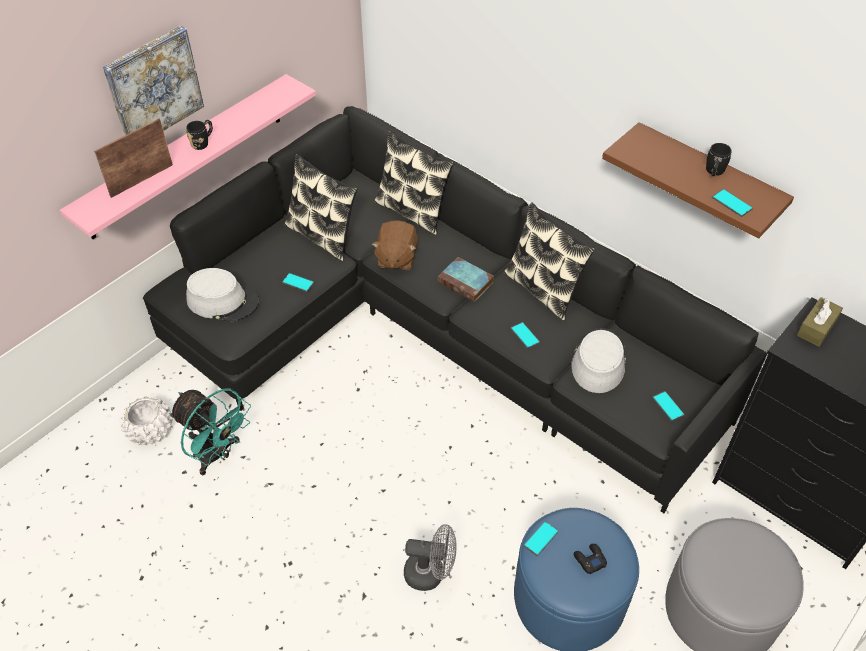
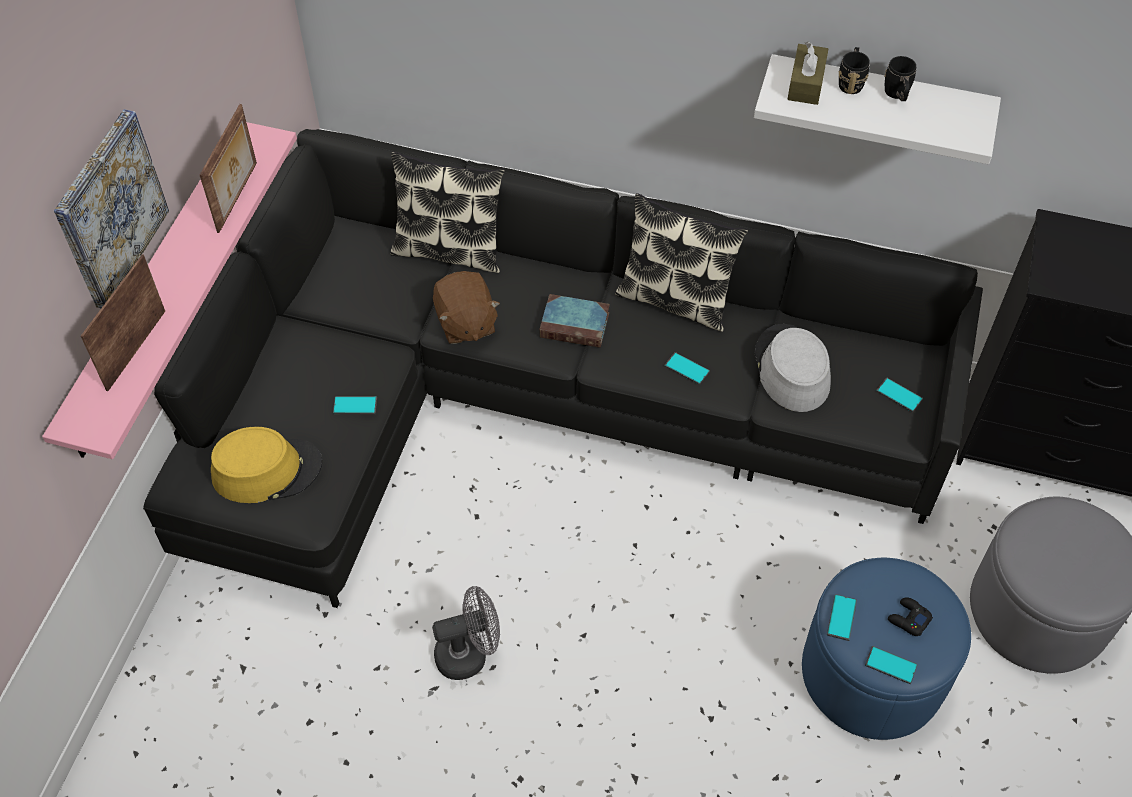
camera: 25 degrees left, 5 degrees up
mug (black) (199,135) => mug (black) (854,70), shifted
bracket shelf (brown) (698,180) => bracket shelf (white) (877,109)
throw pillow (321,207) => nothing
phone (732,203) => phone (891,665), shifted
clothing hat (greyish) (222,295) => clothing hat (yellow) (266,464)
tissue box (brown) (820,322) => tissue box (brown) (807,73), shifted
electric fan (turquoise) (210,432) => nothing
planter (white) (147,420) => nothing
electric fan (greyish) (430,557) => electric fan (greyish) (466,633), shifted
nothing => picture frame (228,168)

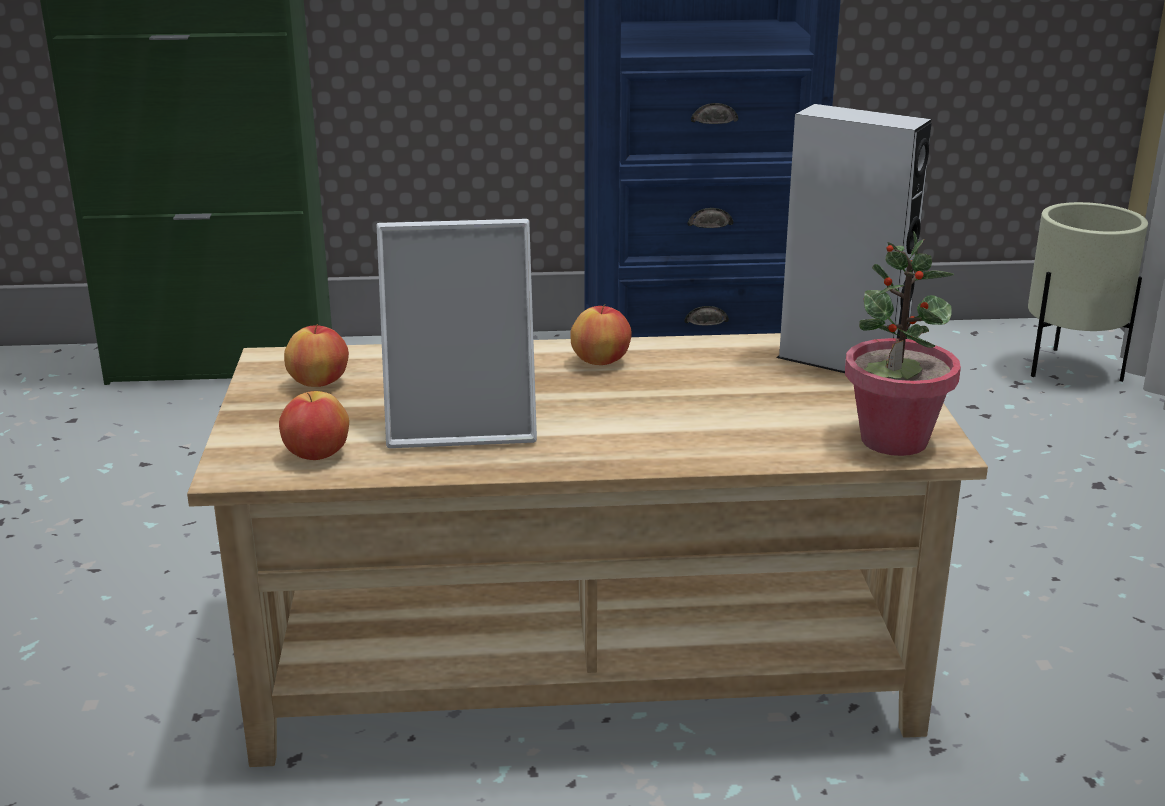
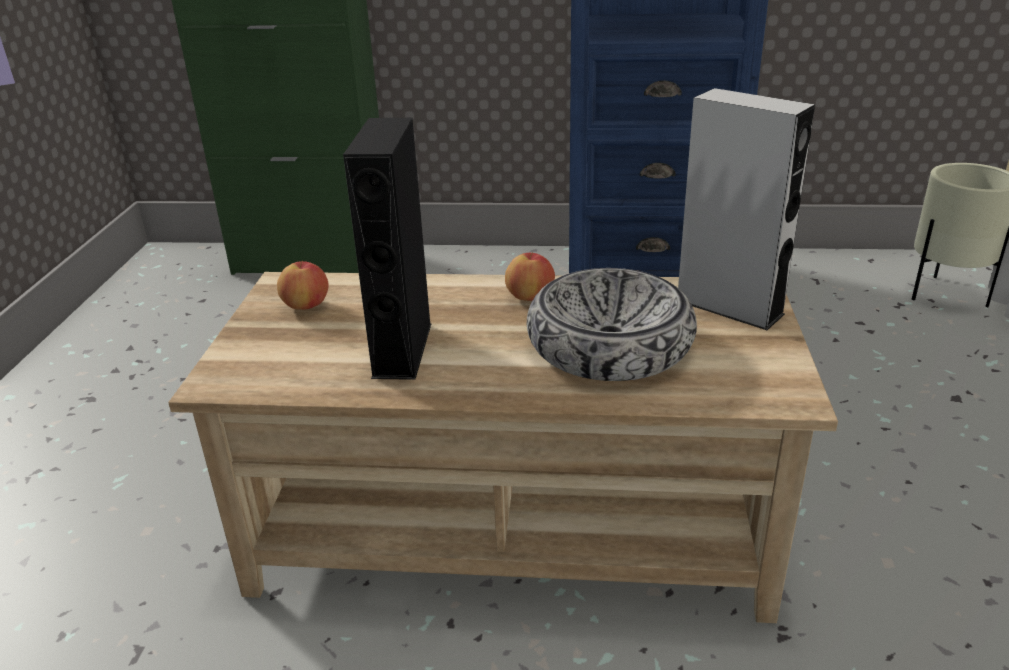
camera: 10 degrees right, 5 degrees up
picture frame (457,333) => loudspeaker (black) (387,249)
plant in a pot (903,343) => nothing
apple fruit (314,425) => nothing
nothing => deep dish (612,324)

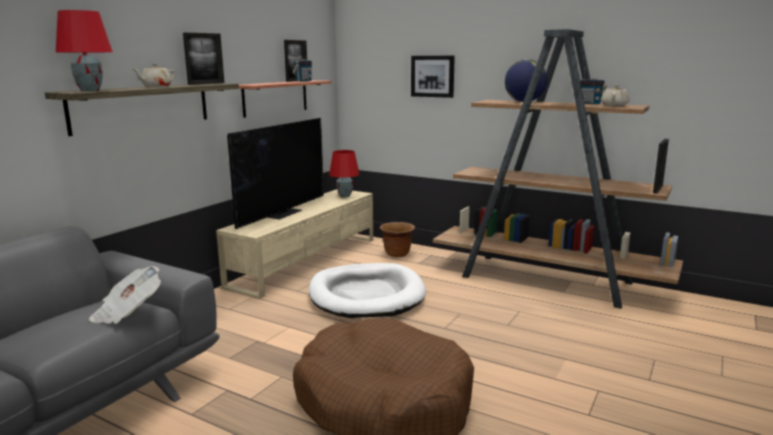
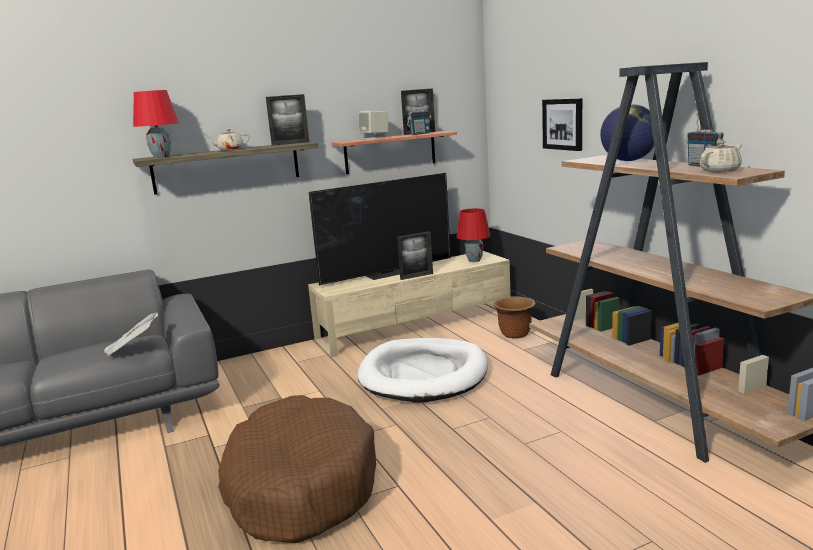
camera: 35 degrees right, 0 degrees up
picture frame (661,166) => picture frame (415,256), shifted
nothing => loudspeaker (sand-coloured) (373,125)

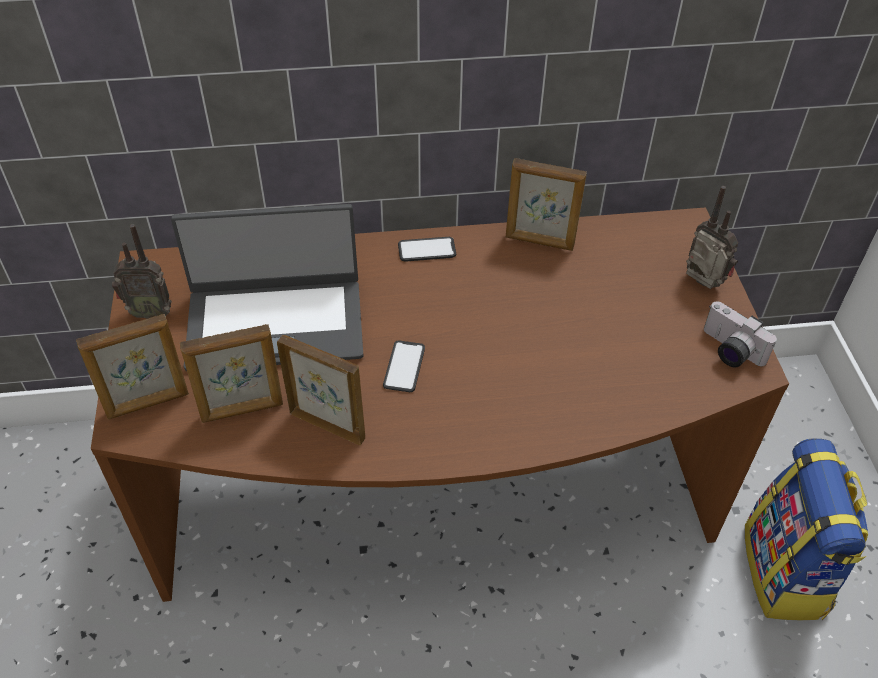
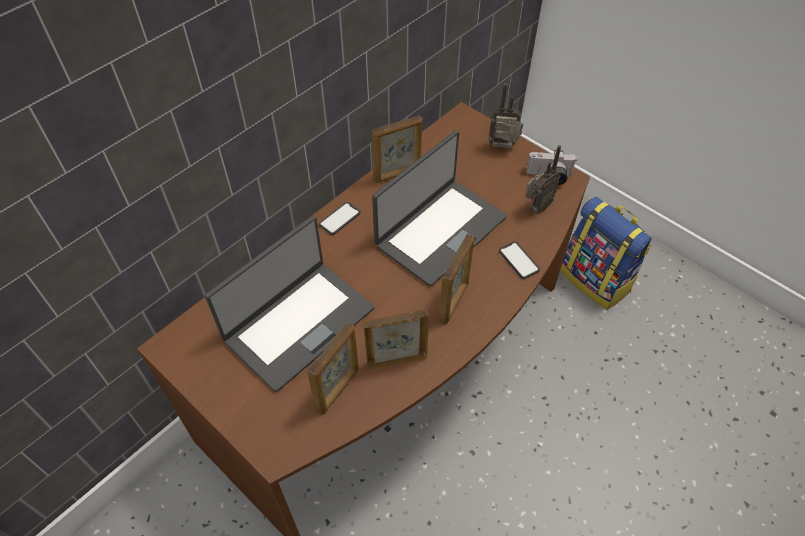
camera: 40 degrees left, 5 degrees up
radio receiver (142,271) => radio receiver (543,179), shifted
picture frame (132,366) => picture frame (456,279), shifted
phone (404,366) => phone (519,260), shifted
nothing => notebook computer (439,208)

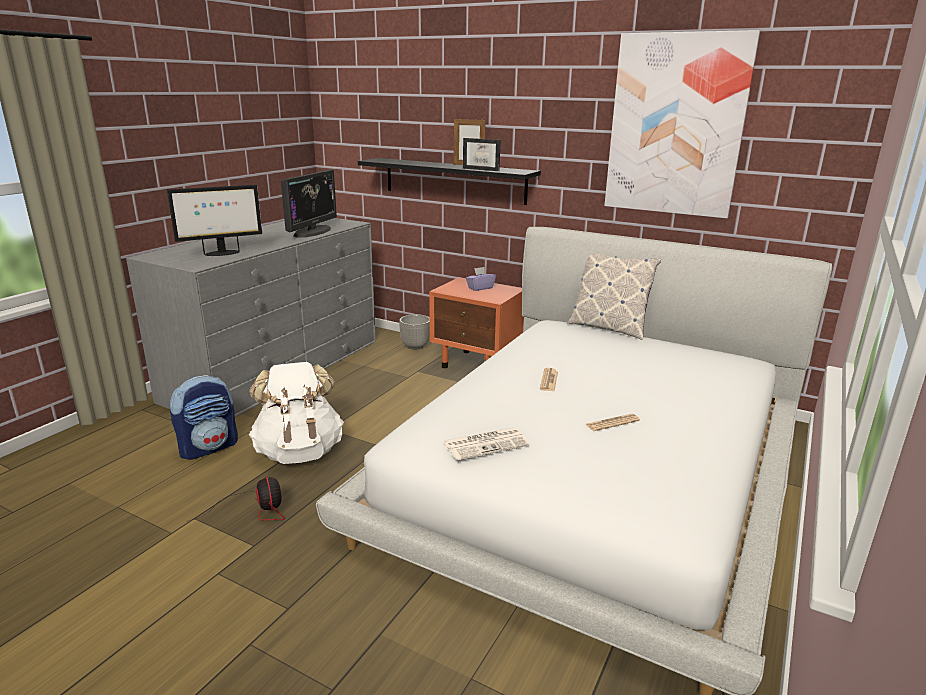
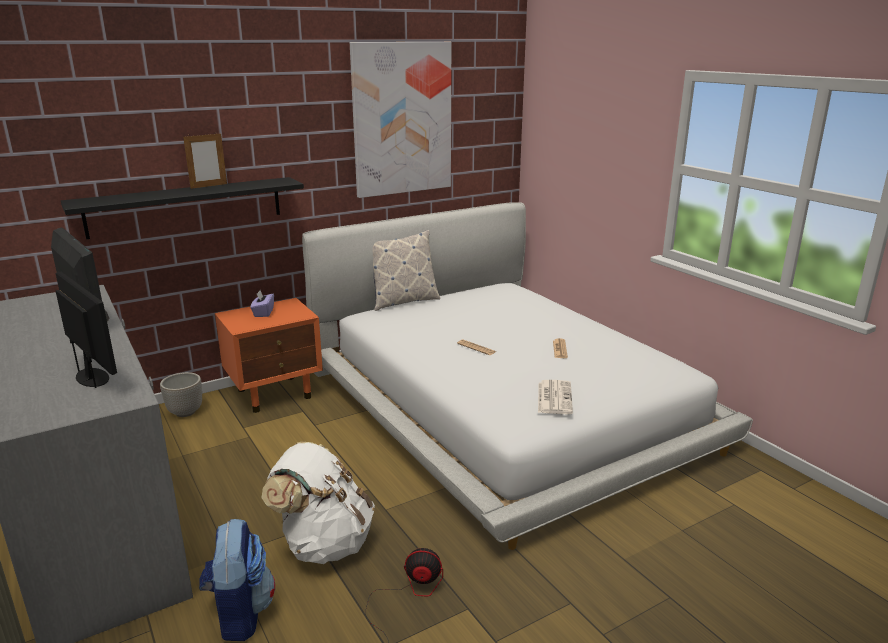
camera: 60 degrees left, 0 degrees up
picture frame (482,154) => nothing
monitor (214,220) => monitor (86,330), 45 degrees counterclockwise

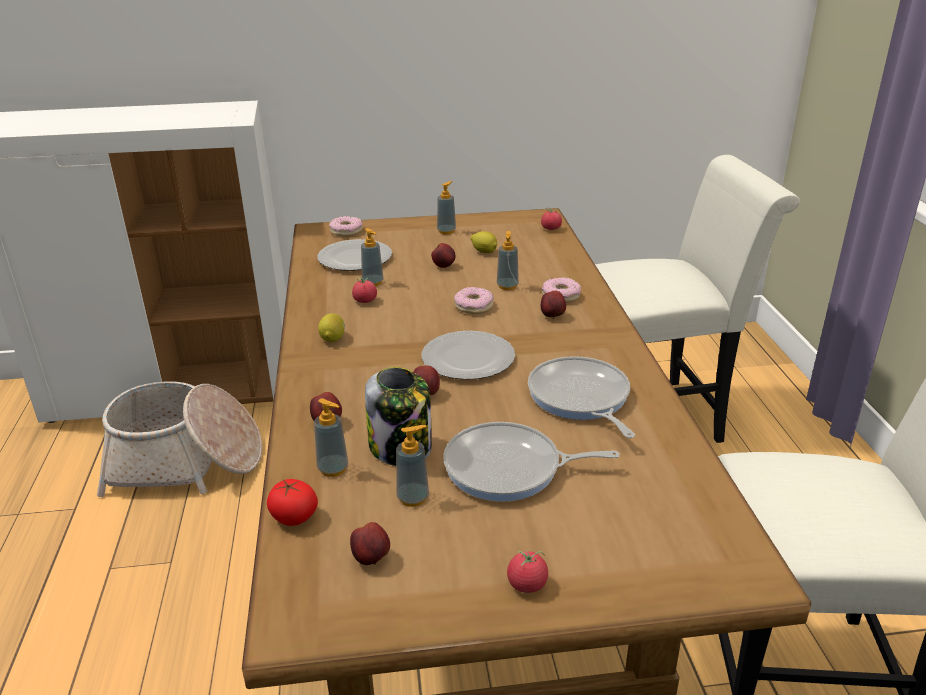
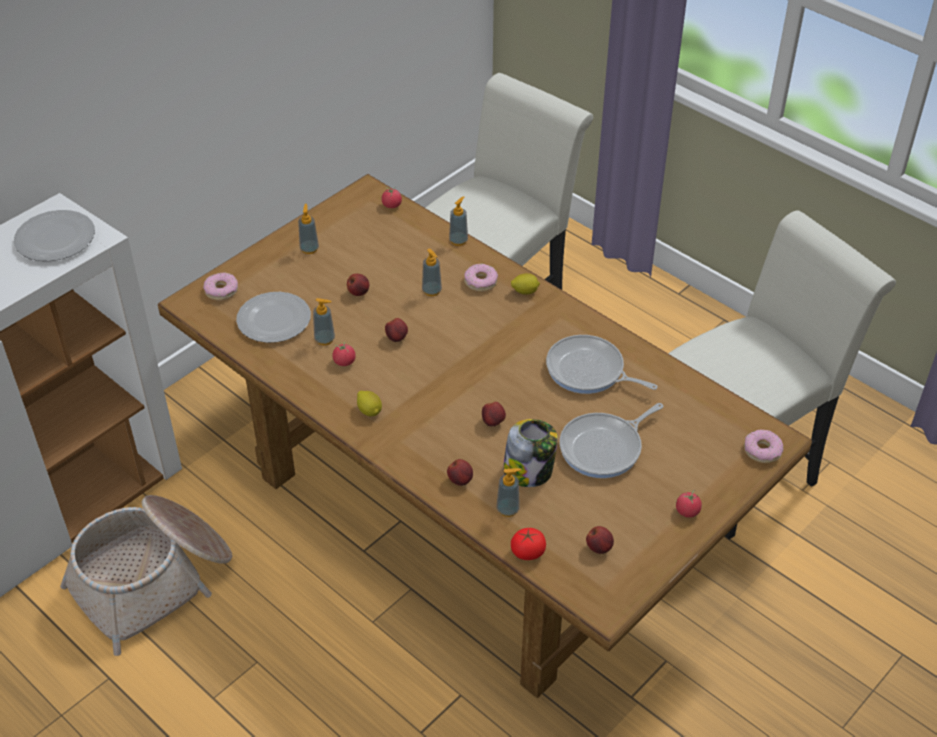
camera: 40 degrees left, 15 degrees up
lemon (484,242) => lemon (525,284), shifted
donut (474,300) => donut (763,446), shifted
apple fruit (553,305) => apple fruit (396,330), shifted
dinner plate (468,355) => dinner plate (54,235), shifted
liquid soap bottle (412,466) => liquid soap bottle (458,221), shifted

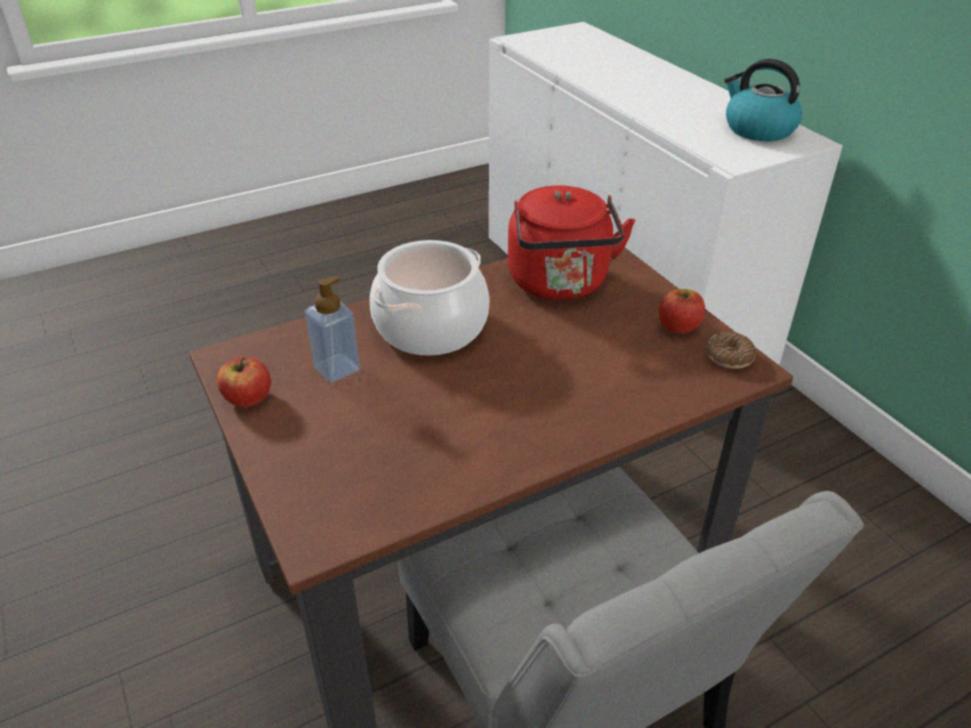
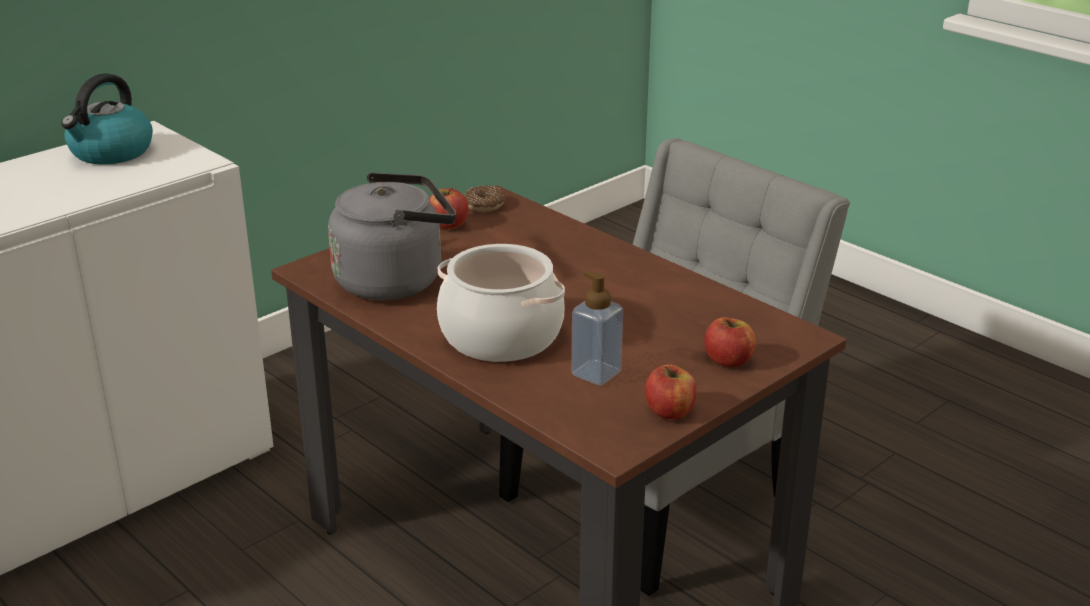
camera: 105 degrees left, 10 degrees down
tea kettle (reddish) (571,242) => tea kettle (greyish) (392,236)
nothing => apple fruit (730,342)

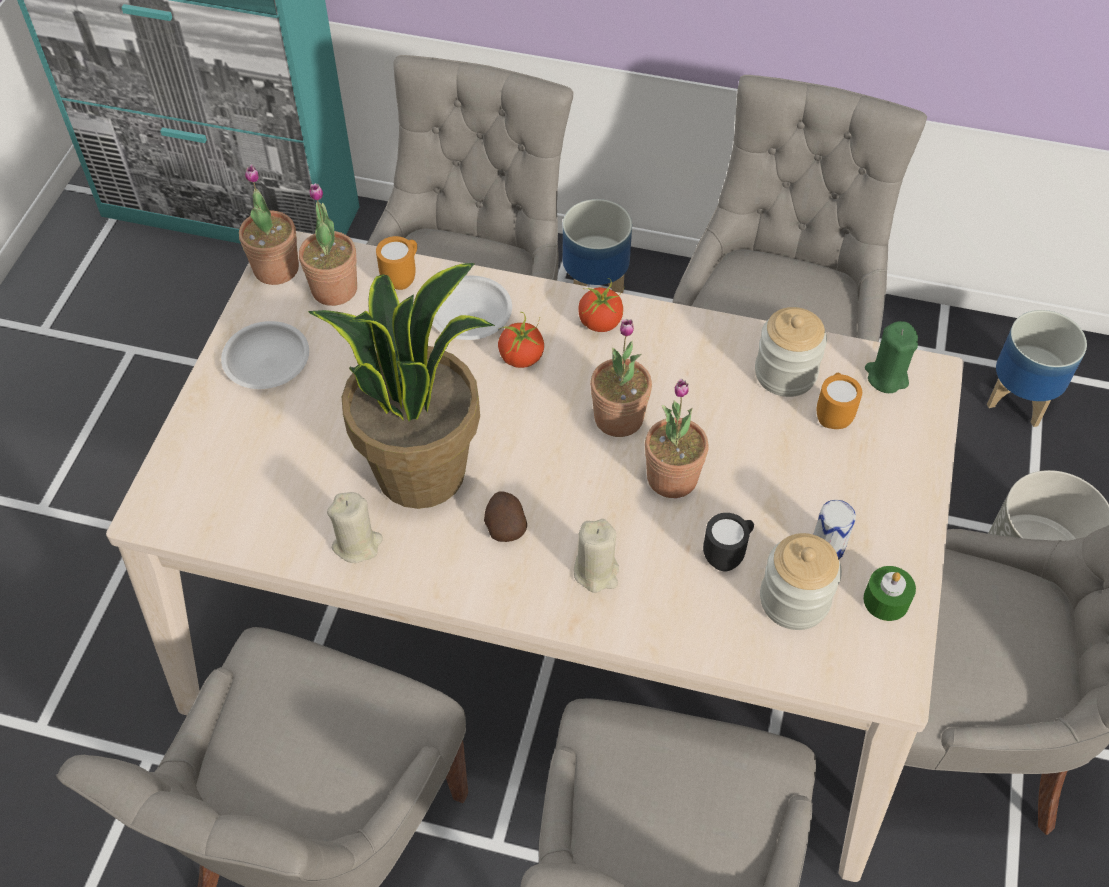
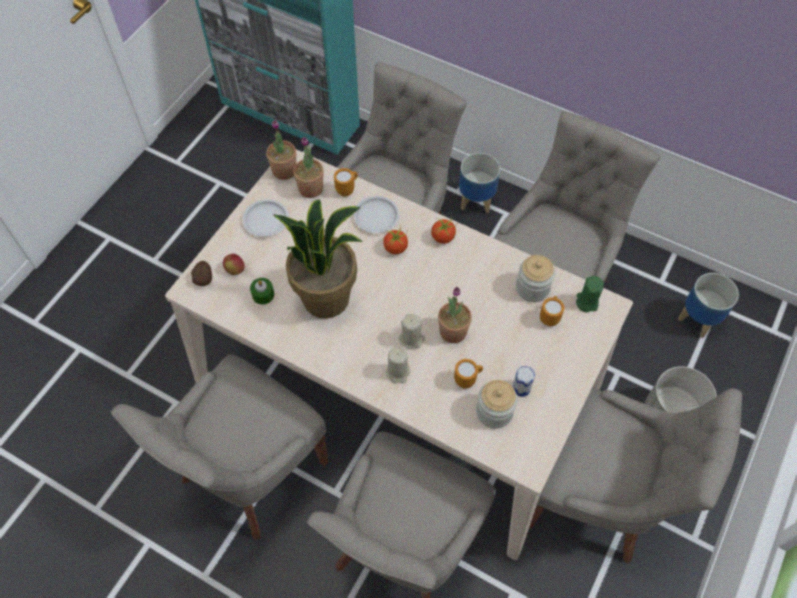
camera: 15 degrees right, 5 degrees up
plant in a pot (621,378) => nothing
potato (505,516) => potato (201,273), shifted
candle (sand-coloured) (355,527) => candle (sand-coloured) (412,331), shifted
mug (black) (728,542) => mug (orangey) (468,374)
candle (green-coloured) (889,593) => candle (green-coloured) (262,291), shifted
nothing => apple fruit (233,264)

